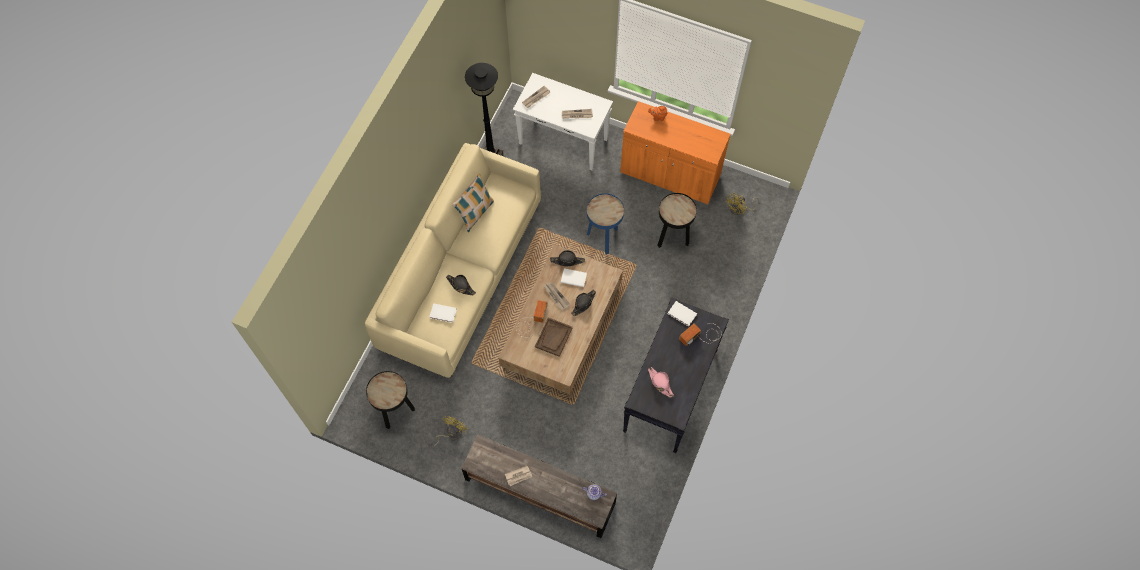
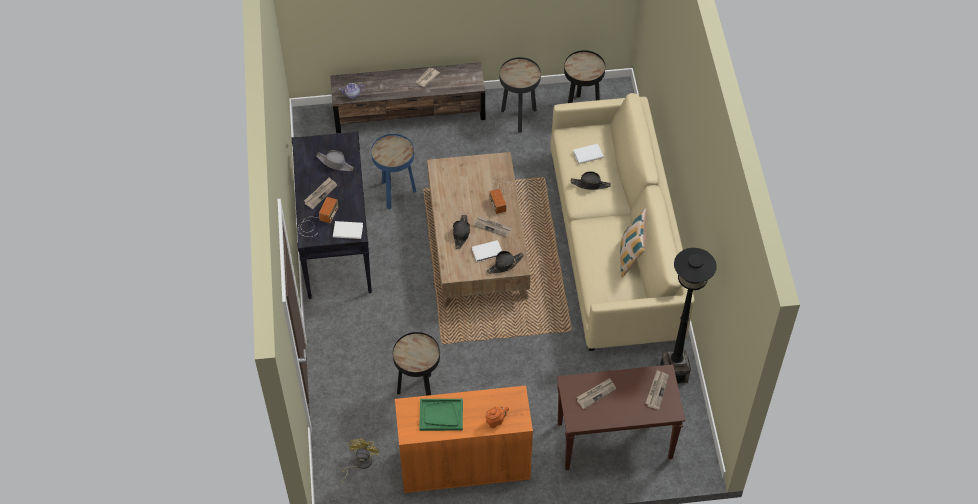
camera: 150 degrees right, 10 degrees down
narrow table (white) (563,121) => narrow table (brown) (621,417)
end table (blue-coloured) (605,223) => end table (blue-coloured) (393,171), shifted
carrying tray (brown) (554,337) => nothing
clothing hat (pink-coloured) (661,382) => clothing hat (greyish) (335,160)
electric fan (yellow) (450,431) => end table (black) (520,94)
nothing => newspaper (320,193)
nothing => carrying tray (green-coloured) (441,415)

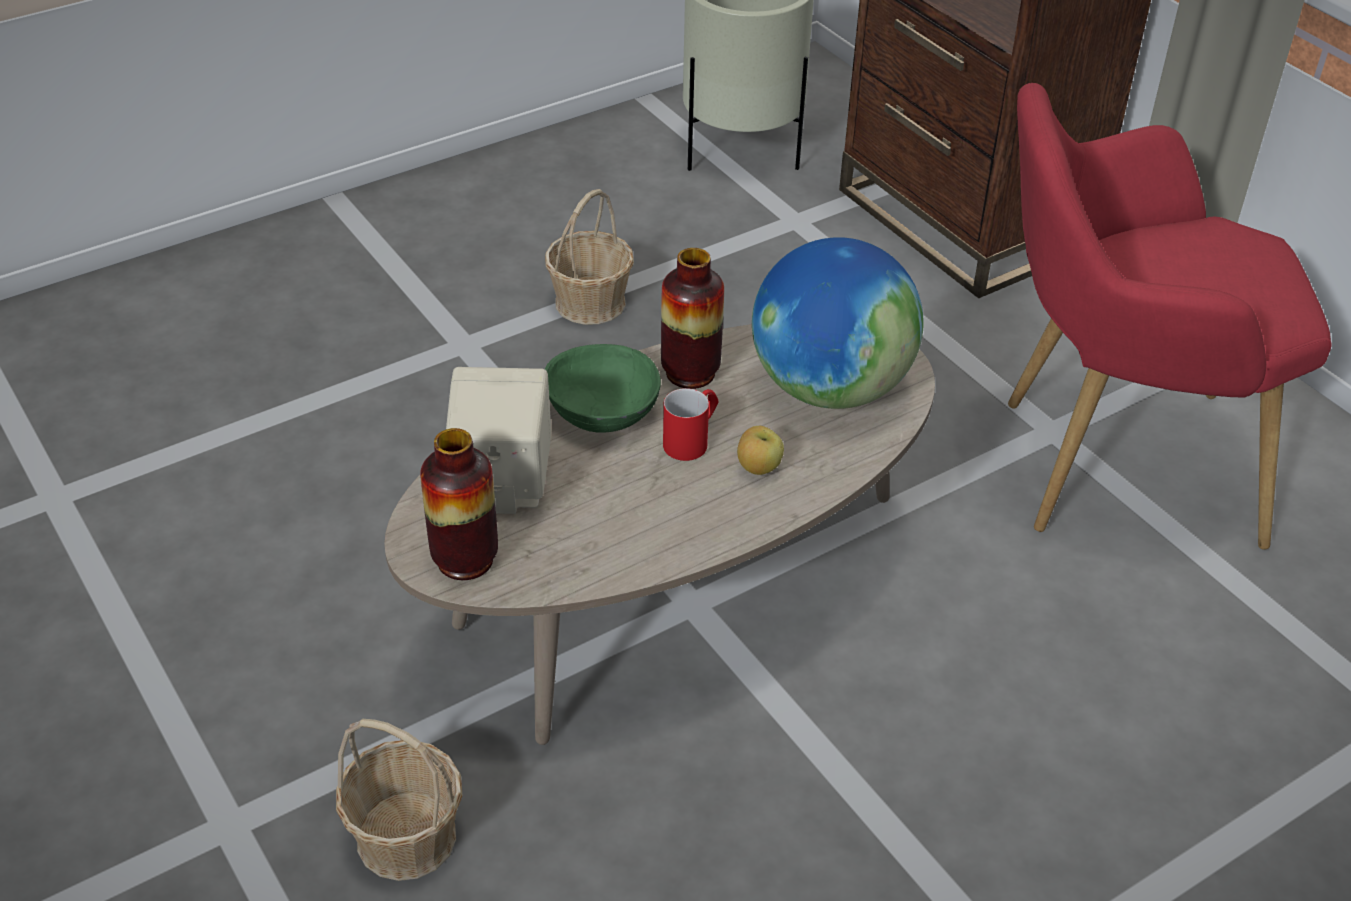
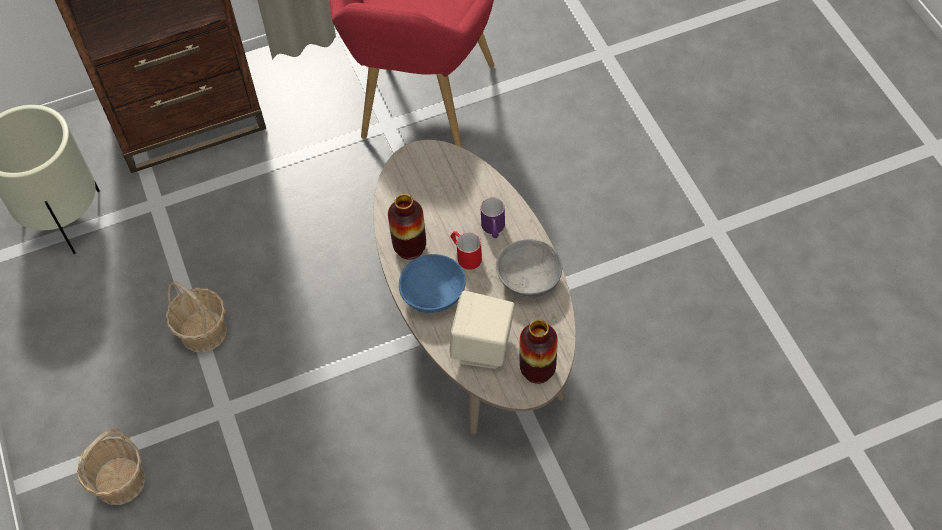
camera: 75 degrees left, 15 degrees up
desk globe (837,323) => nothing
deep dish (green-coloured) (603,388) => deep dish (blue-coloured) (432,283)
apple fruit (760,450) => mug (purple) (493,217)
storage basket (399,800) => storage basket (111,466), shifted
nothing => deep dish (greyish) (529,268)

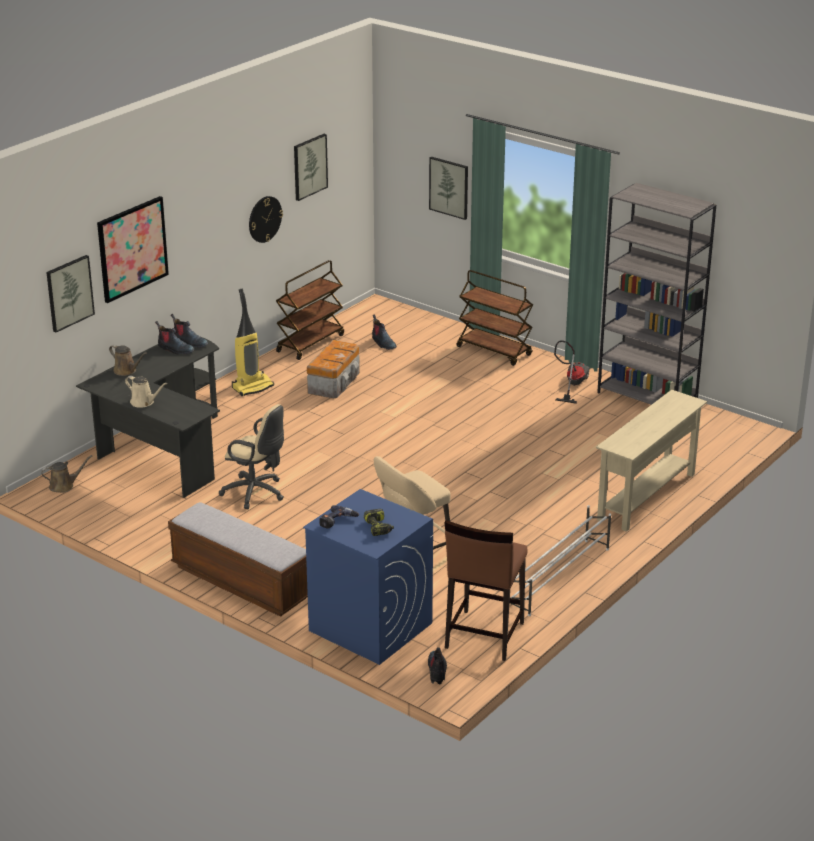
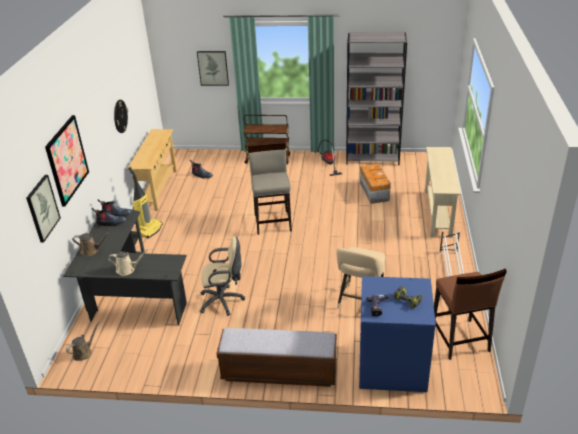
camera: 30 degrees left, 5 degrees up
picture (311,167) => nothing
cart (brown) (310,310) => narrow table (sand-coloured) (152,170)
storage bin (333,369) => storage bin (375,184), shifted
high-top boot (437,666) => nothing
nothing => stool seat (sand-coloured) (270,189)

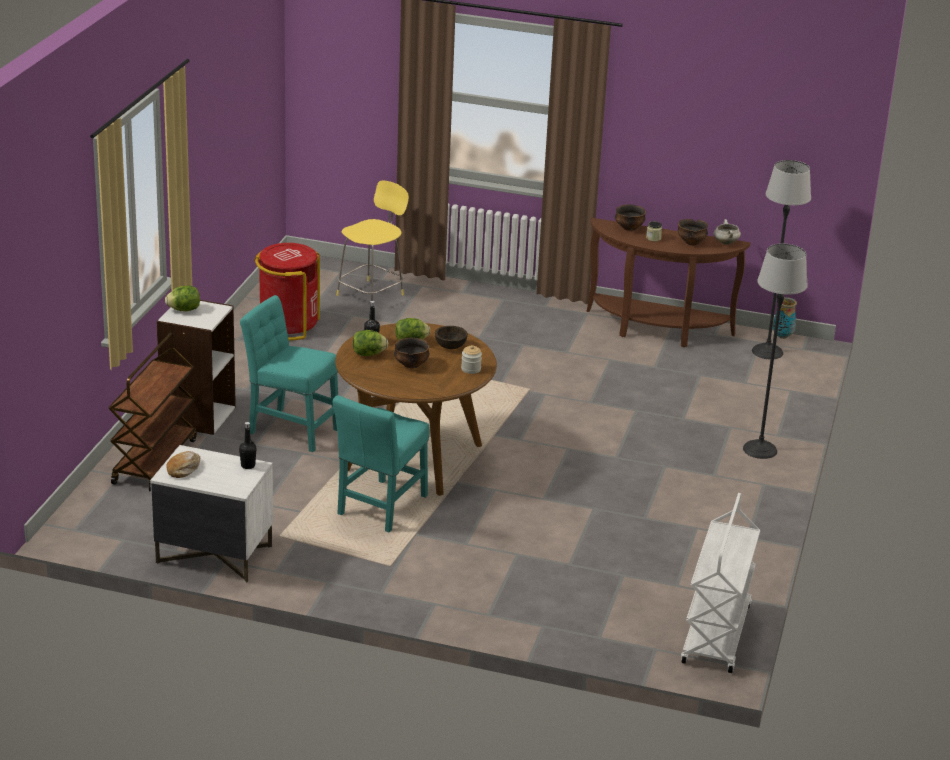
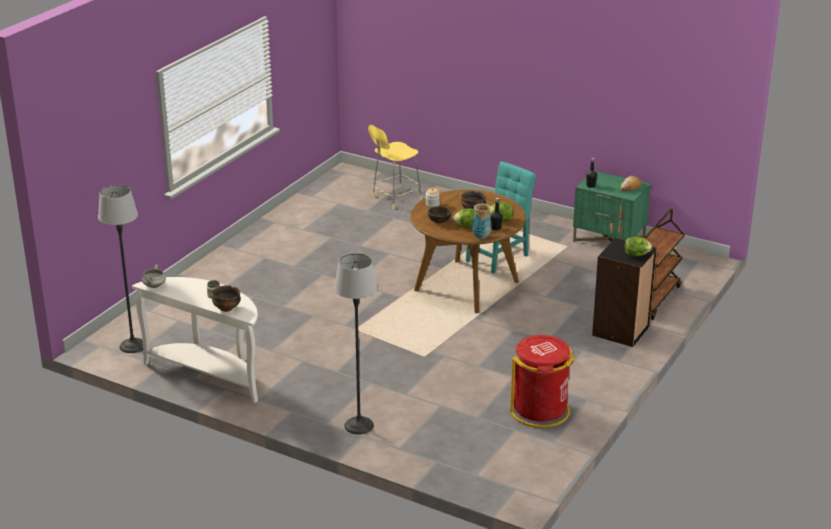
camera: 165 degrees left, 0 degrees up
stool seat (yellow) (372,240) => stool seat (yellow) (395,167), shifted
narrow table (brown) (668,282) => narrow table (white) (195,340)
deep dish (693,232) => nothing
standing lamp (775,351) => standing lamp (356,343), shifted
chair (turquoise) (289,373) => nothing
vase (785,318) => vase (481,221), shifted
bookcase (white) (196,367) => bookcase (black) (624,292)
night table (white) (211,514) => night table (green-coloured) (612,206)
cart (white) (720,583) => nothing

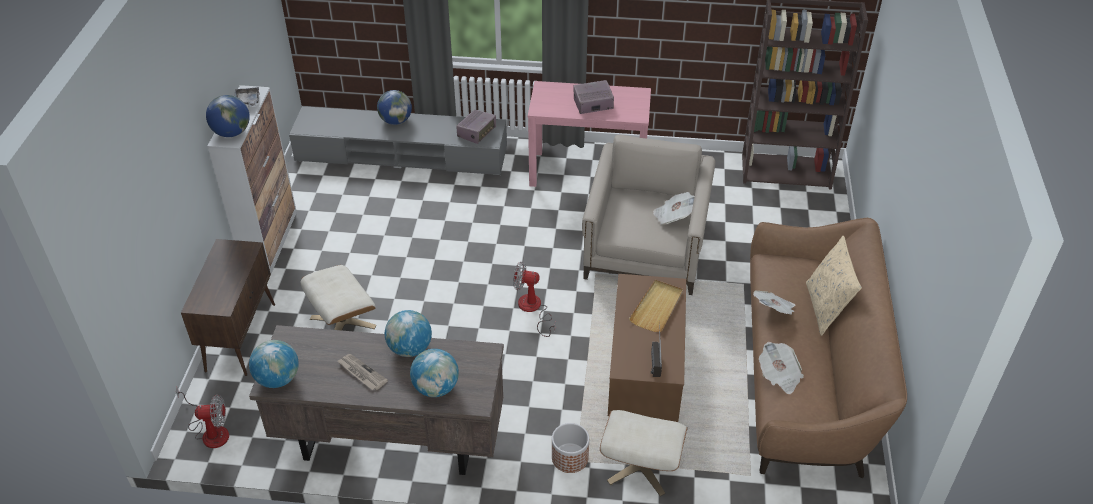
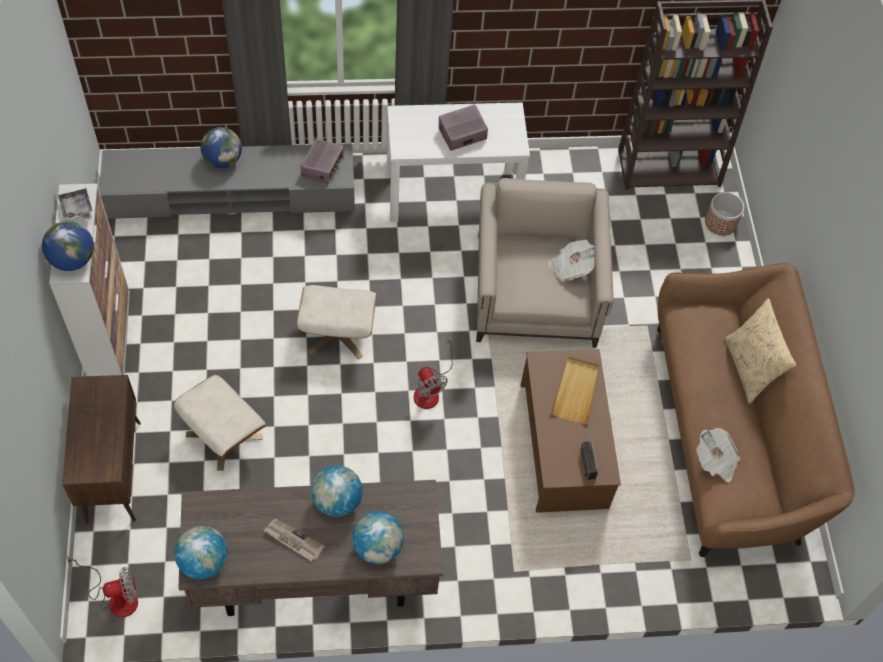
camera: 15 degrees left, 15 degrees up
narrow table (pink-coloured) (589,134) => narrow table (white) (458,162)
electric fan (534,299) => electric fan (433,373), 120 degrees counterclockwise
newspaper (774,303) => nothing
footrest (sand-coloured) (644,453) => footrest (sand-coloured) (337,322), shifted
planter (570,448) => planter (724,214), shifted

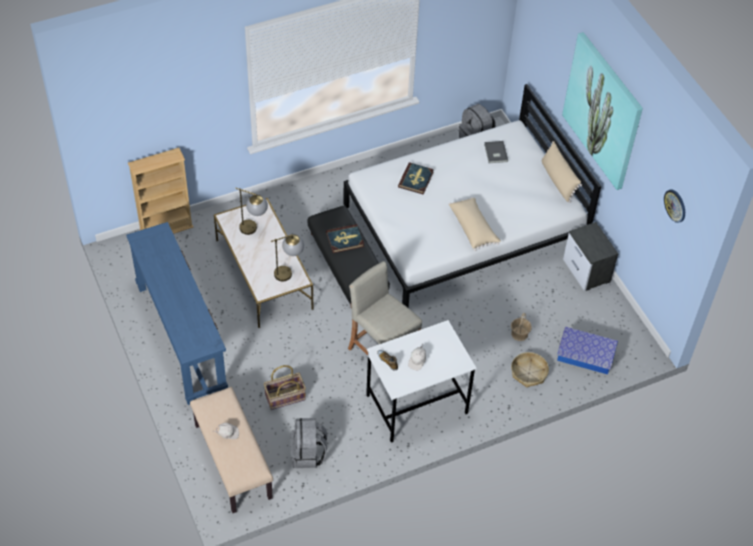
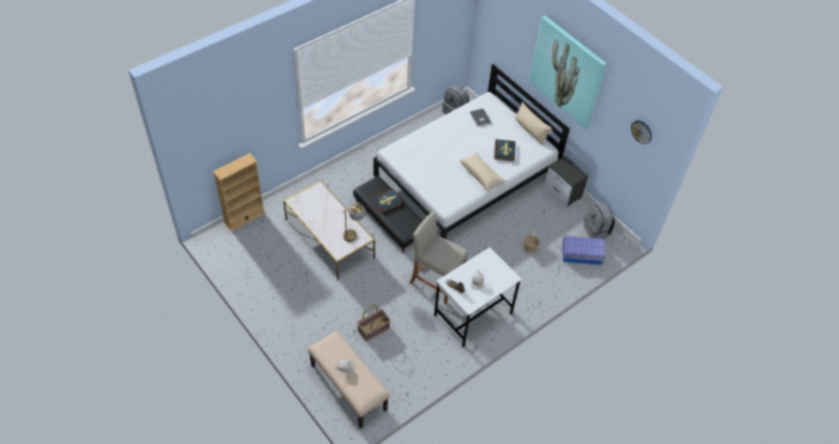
camera: 15 degrees left, 0 degrees up
bound book (416,178) => bound book (505,150), shifted
table lamp (251,211) => nothing
narrow table (blue-coloured) (177,313) => nothing
storage basket (530,370) => nothing
backpack (greyish) (308,443) => backpack (greyish) (599,221), shifted

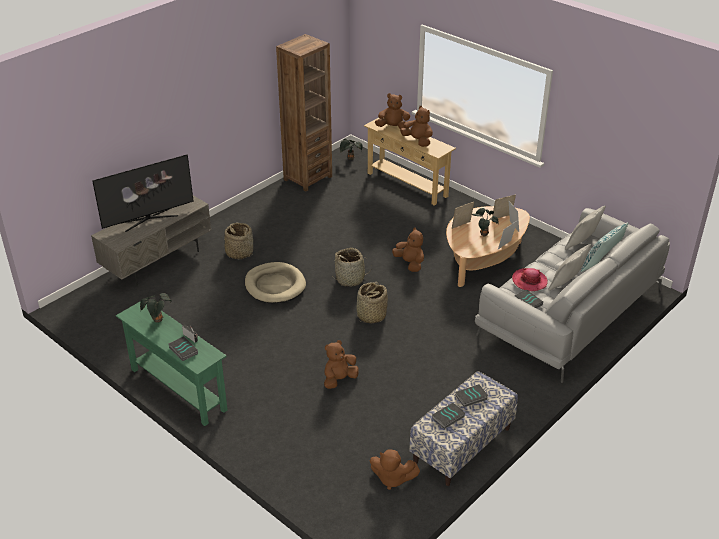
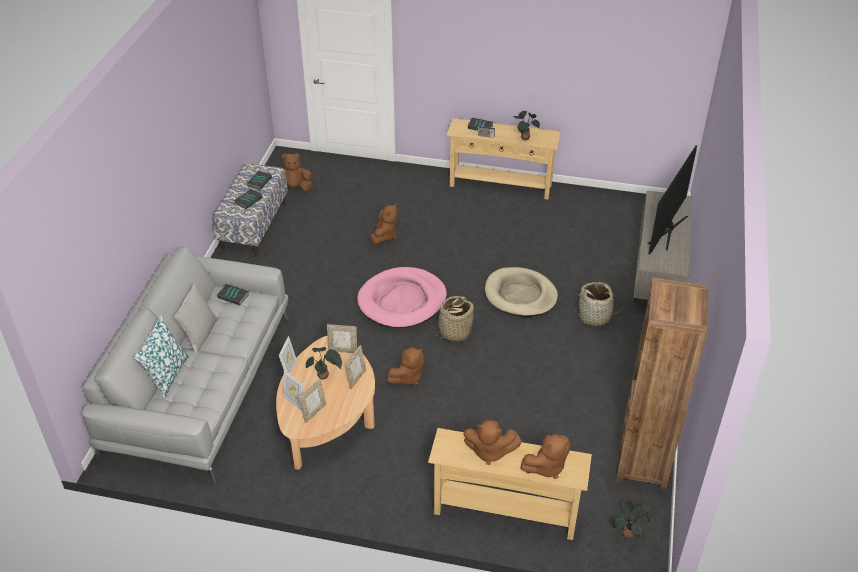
camera: 150 degrees right, 5 degrees up
throw pillow (greyish) (585,228) => nothing
plush toy (brown) (408,249) => plush toy (brown) (405,366), 60 degrees counterclockwise
clothing hat (530,279) => nothing
storage basket (372,302) => dog cushion (pink-coloured) (402,297)
narrow table (green-coloured) (172,363) => narrow table (sand-coloured) (503,159)
nothing => picture frame (342,338)

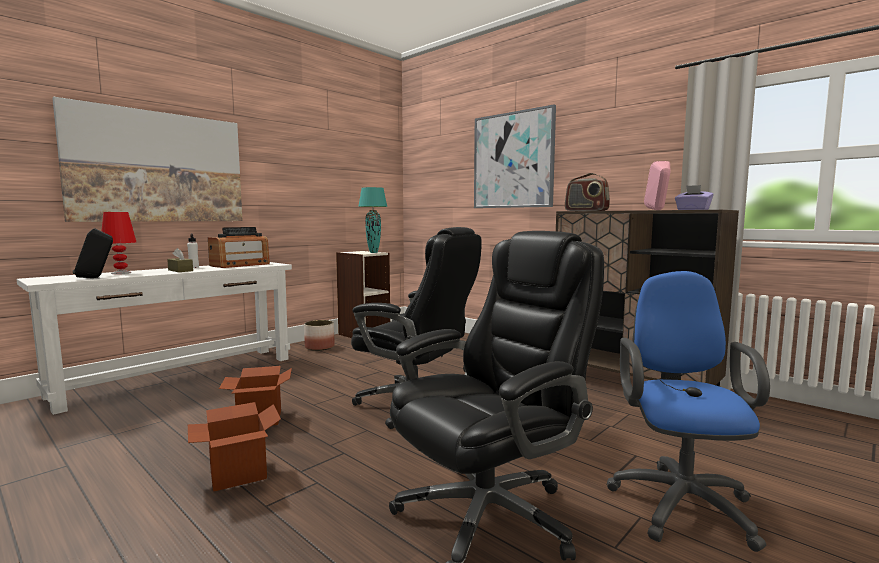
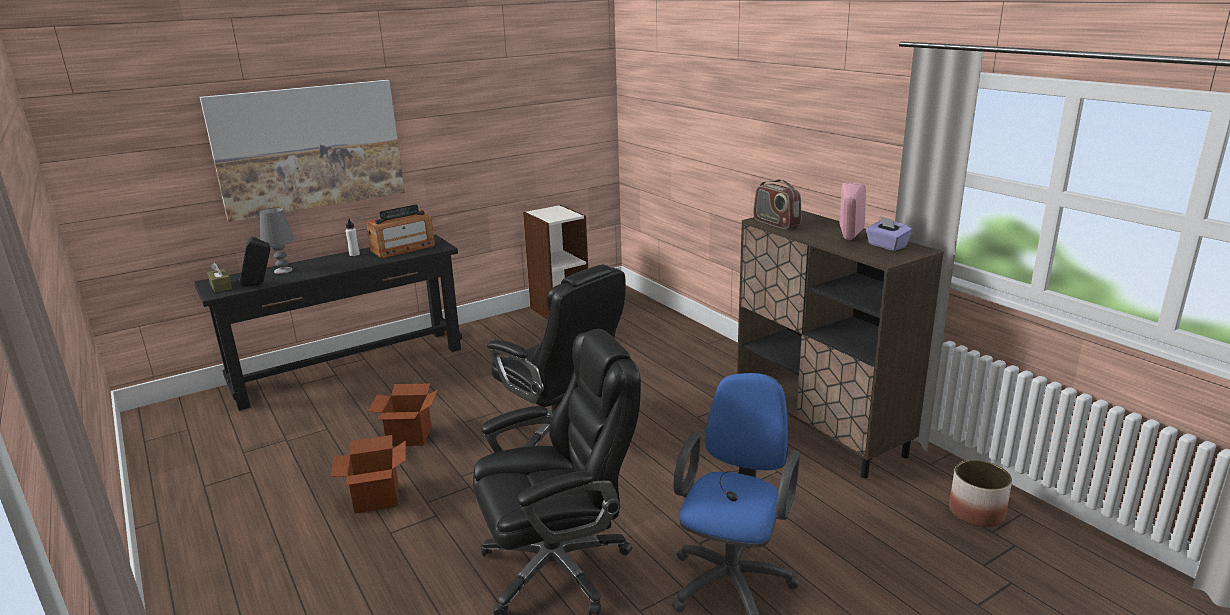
camera: 15 degrees right, 15 degrees up
picture (515,156) => nothing
table lamp (turquoise) (372,220) => nothing
table lamp (reddish) (118,243) => table lamp (greyish) (277,241)
tissue box (brown) (180,260) => tissue box (brown) (219,277), shifted
narrow table (white) (154,338) => narrow table (black) (328,322)
planter (319,335) => planter (980,493), shifted

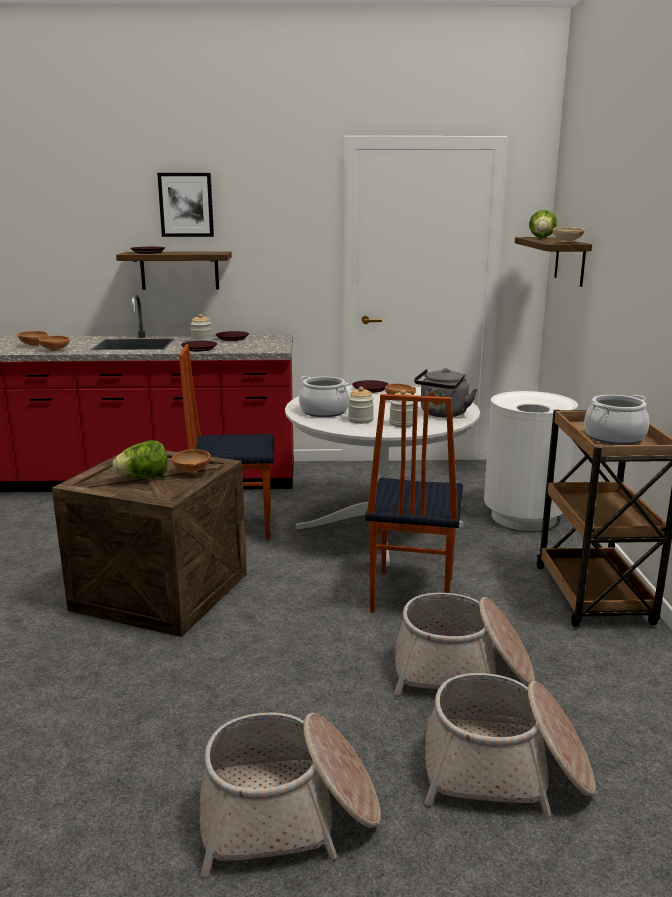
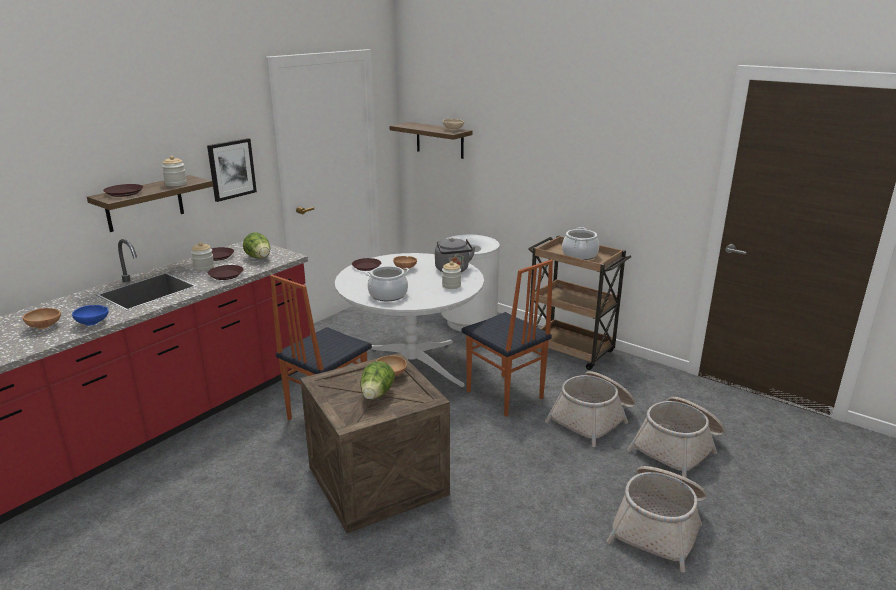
camera: 50 degrees left, 5 degrees up
picture (185,205) => picture (232,170), shifted
head of lettuce (543,224) => head of lettuce (256,245), shifted
deep dish (brown) (54,343) => deep dish (blue-coloured) (90,315)
preserve jar (361,405) => preserve jar (174,171), shifted

